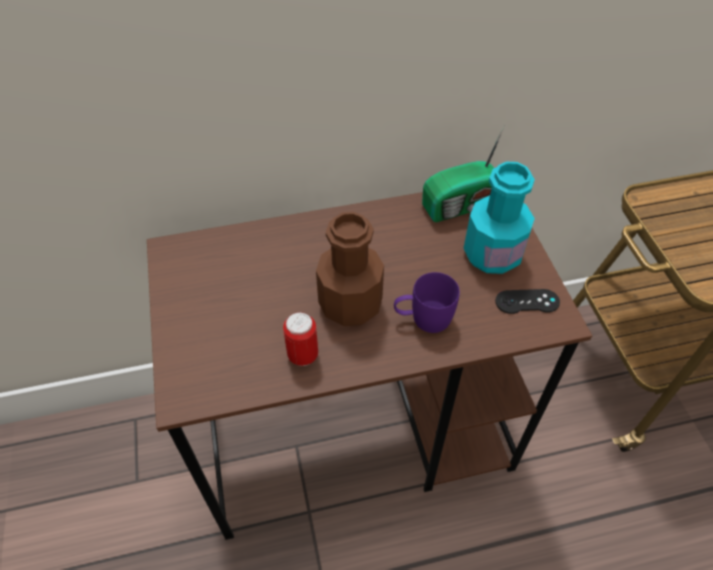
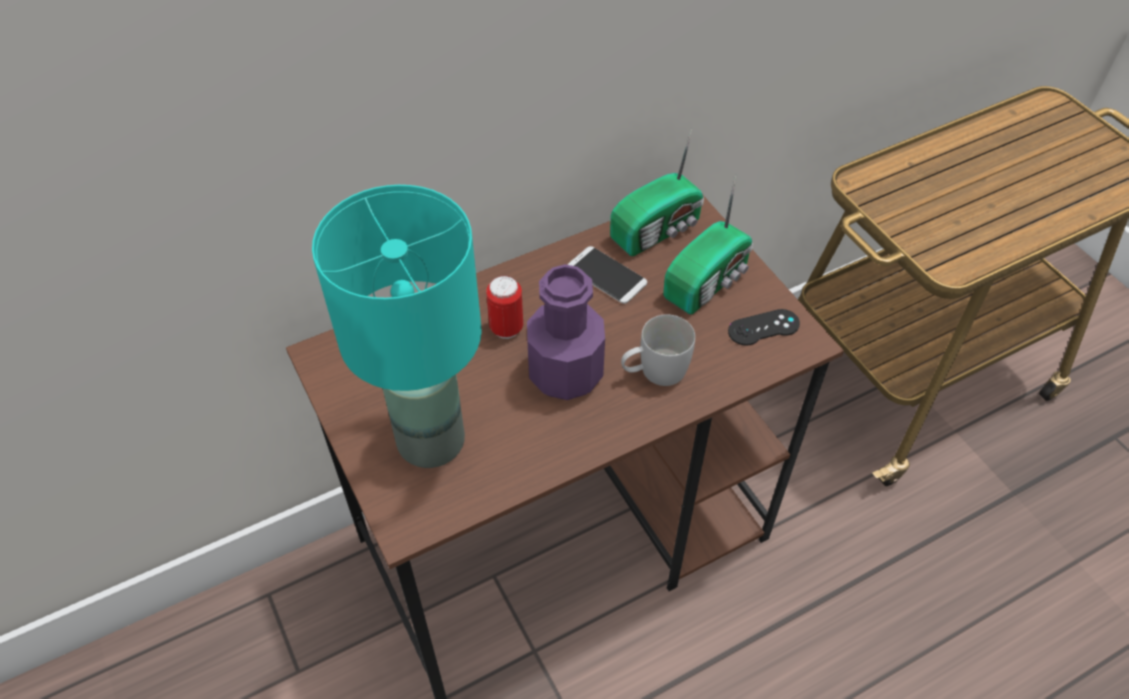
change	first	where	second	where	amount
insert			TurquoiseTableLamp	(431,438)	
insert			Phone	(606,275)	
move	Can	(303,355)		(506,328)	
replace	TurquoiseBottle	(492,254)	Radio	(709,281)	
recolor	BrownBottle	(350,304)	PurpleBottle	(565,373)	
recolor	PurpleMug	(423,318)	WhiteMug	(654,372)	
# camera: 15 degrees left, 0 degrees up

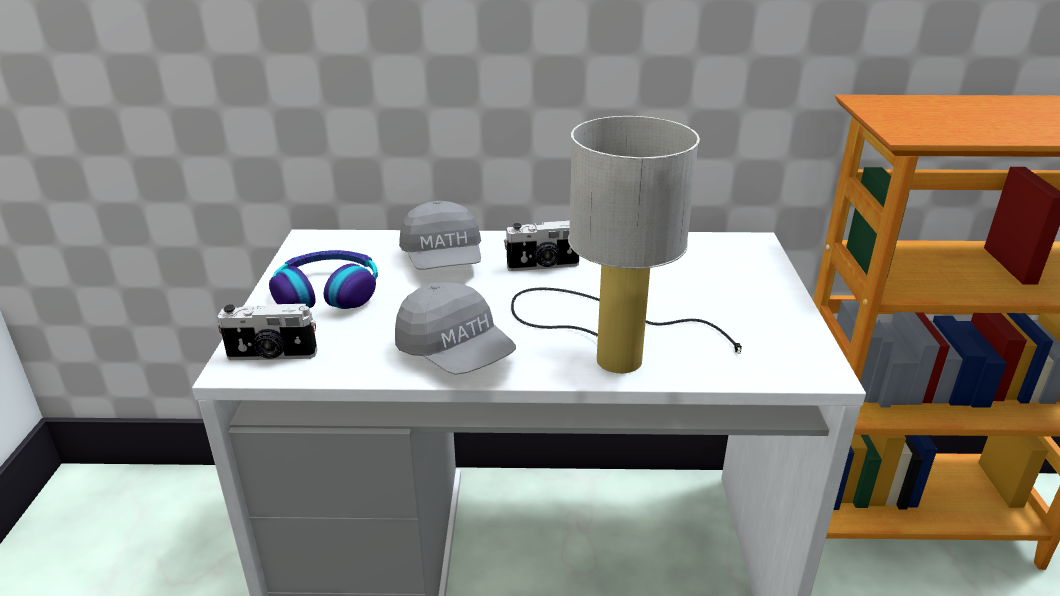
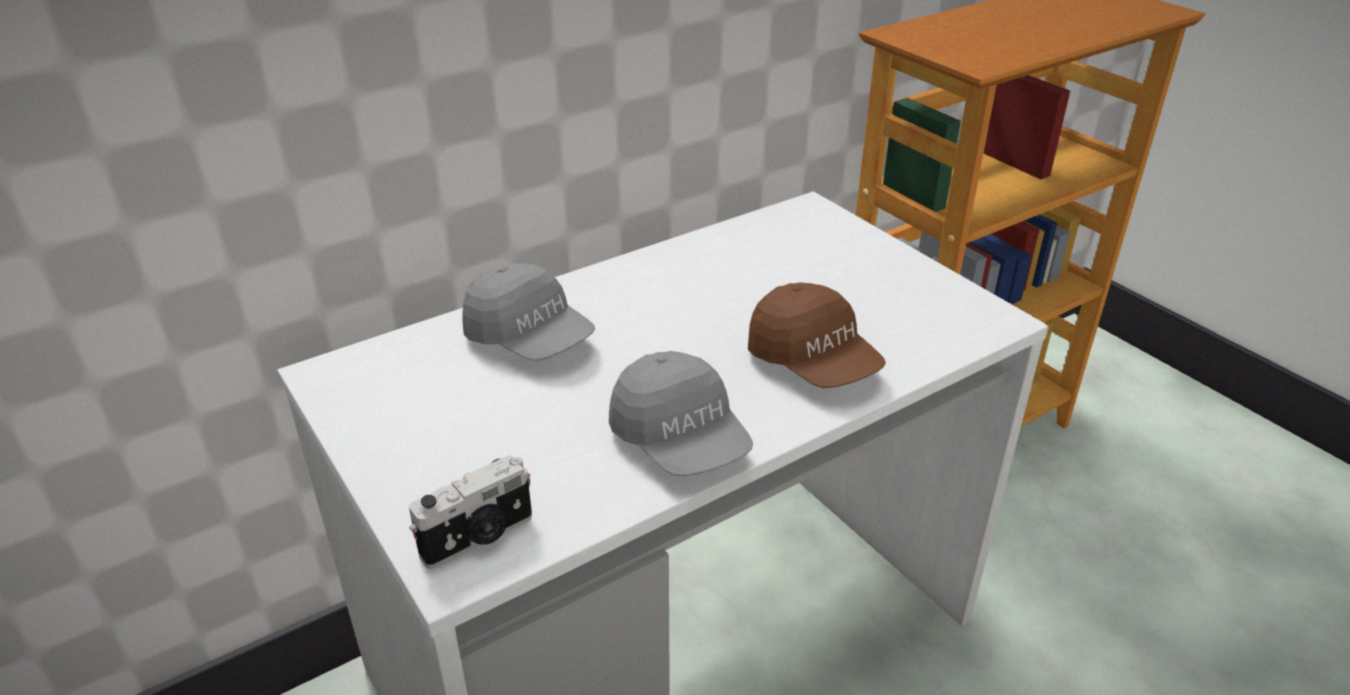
change	first	where	second	where	amount
delete	Headphones	(327,293)			
delete	PhotoCamera	(543,266)			
replace	TableLamp	(615,342)	BrownCap	(813,362)	
rotate	GreyCap	(456,353)		(680,441)	45 degrees clockwise
# camera: 35 degrees left, 5 degrees up

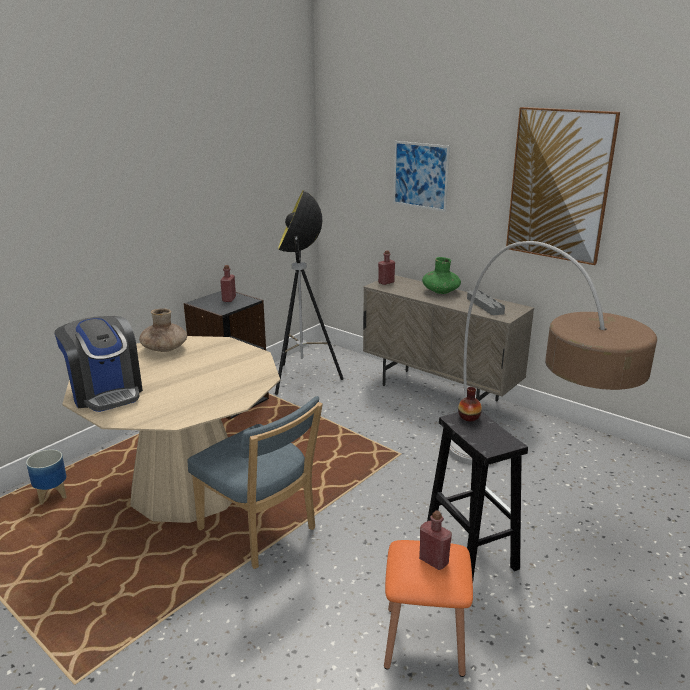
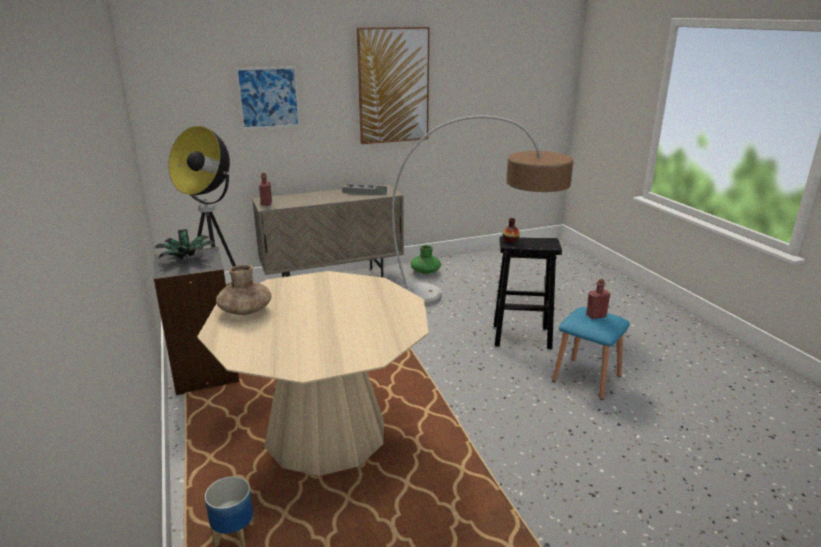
change	first	where	second	where	amount
delete	CoffeeMachine	(106,392)			
delete	BlueChair	(261,531)			
move	GreenVase	(441,291)		(425,271)	
replace	RedBottle	(229,299)	PottedPlant	(187,258)	
recolor	OrangeStool	(424,640)	BlueStool	(586,378)	
# camera: 60 degrees left, 0 degrees up

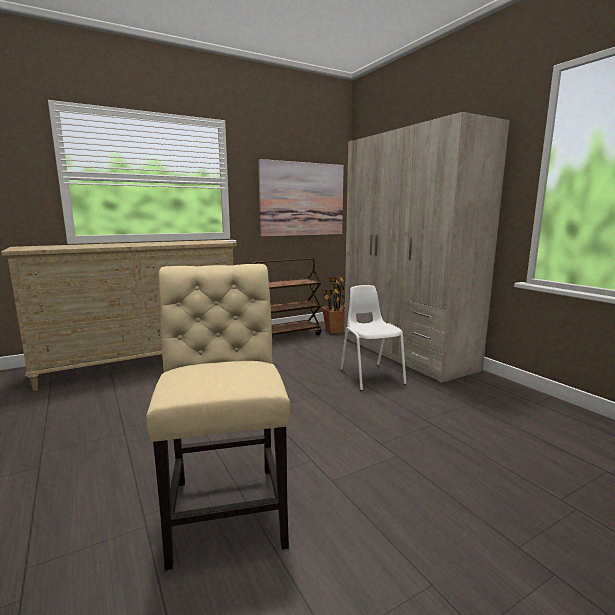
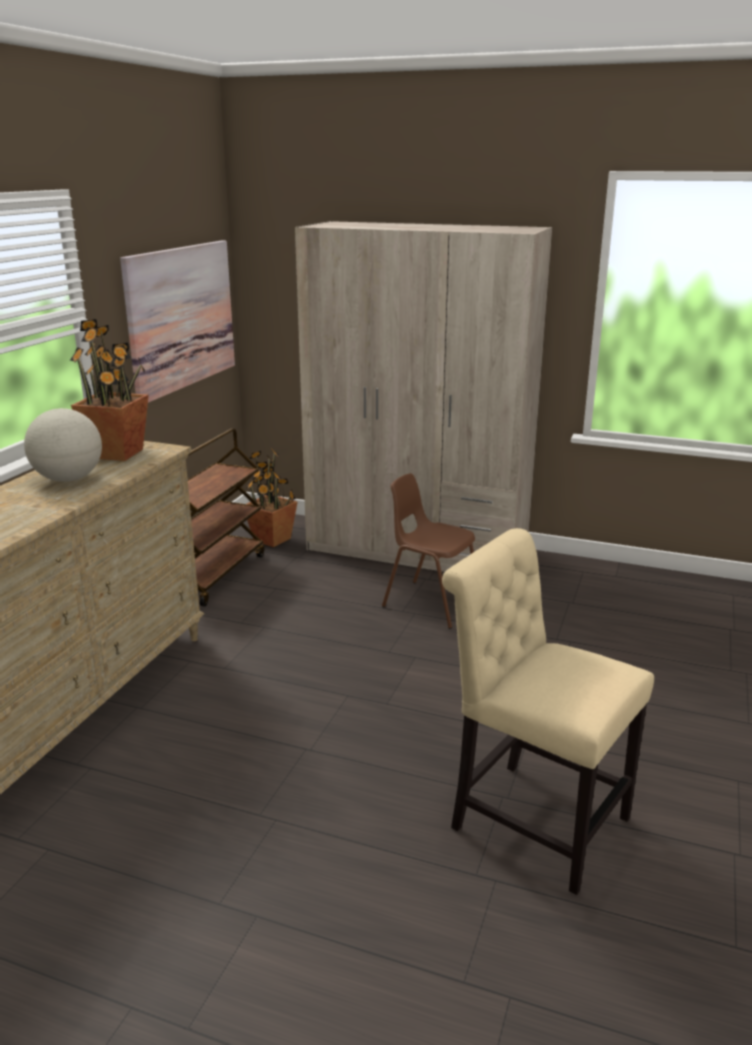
change	first	where	second	where	amount
insert			Globe	(69,479)	
insert			PottedPlant	(118,453)	
recolor	WhiteChair	(371,376)	BrownChair	(431,603)	
# camera: 40 degrees left, 10 degrees up

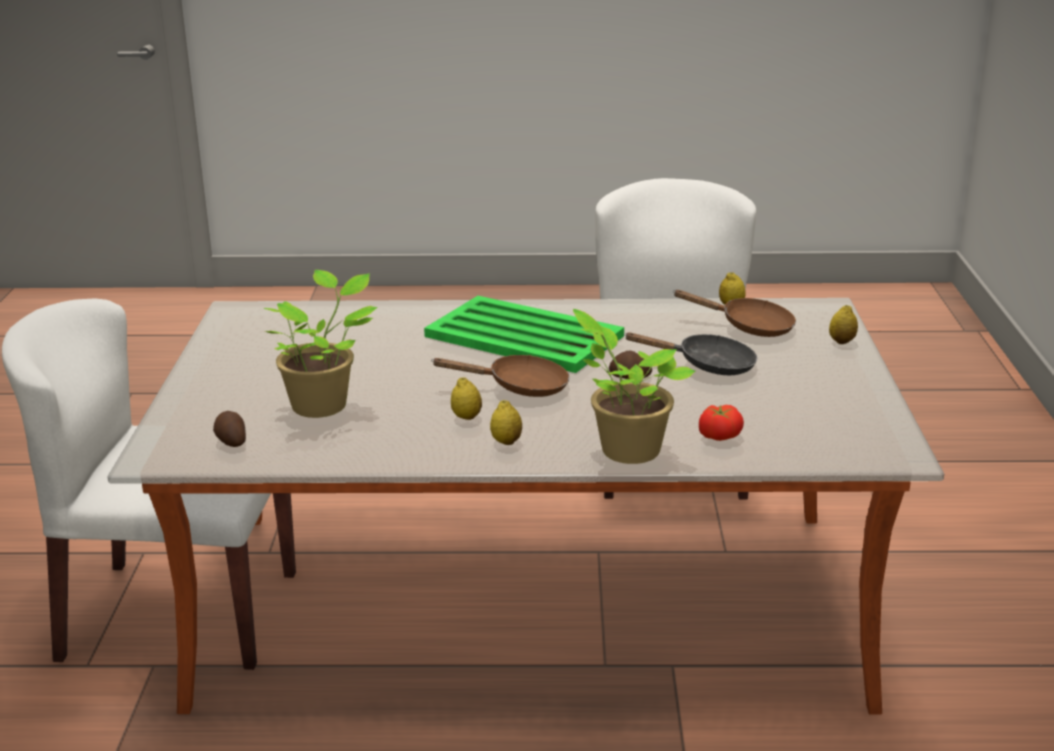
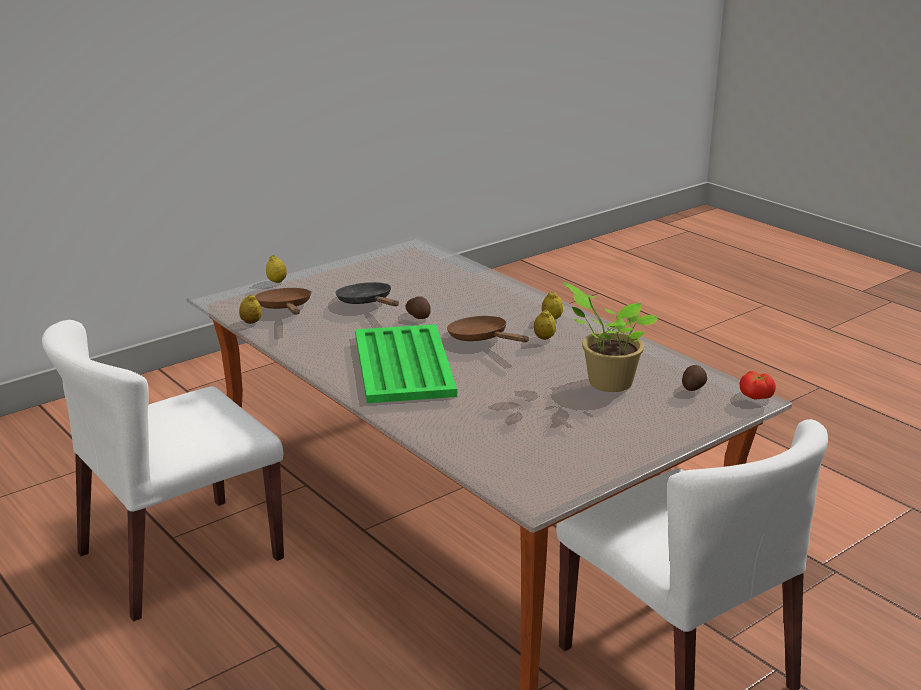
change	first	where	second	where	amount
delete	PottedPlant	(626,449)			
move	Tomato	(719,435)		(755,396)	
# camera: 130 degrees left, 0 degrees up

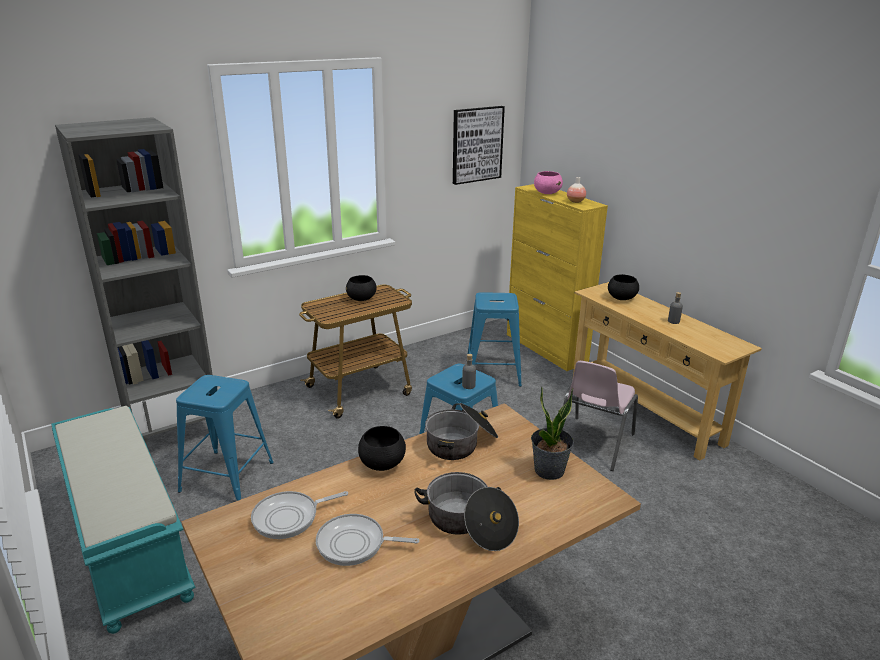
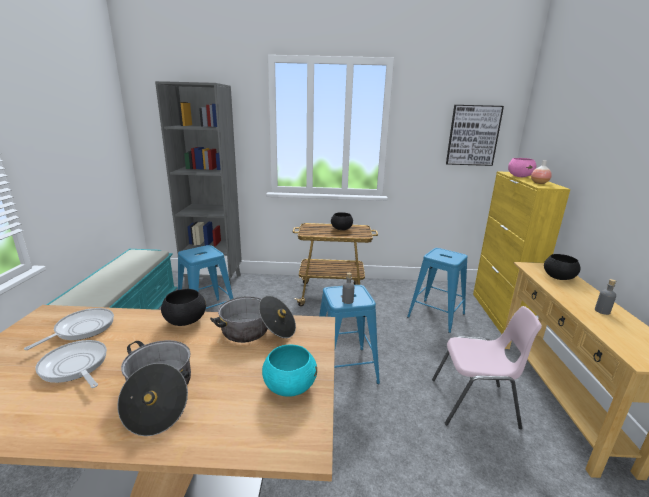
change	first	where	second	where	amount
replace	PottedPlant	(549,470)	TurquoiseBowl	(289,387)	
rotate	FryingPan	(289,517)		(82,329)	105 degrees clockwise
rotate	PinkChair	(593,444)		(475,404)	150 degrees counterclockwise
# camera: 35 degrees right, 5 degrees down

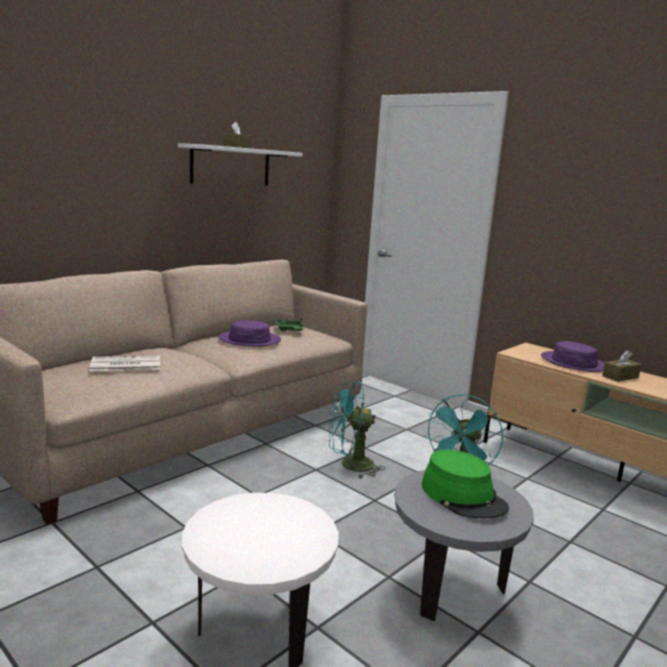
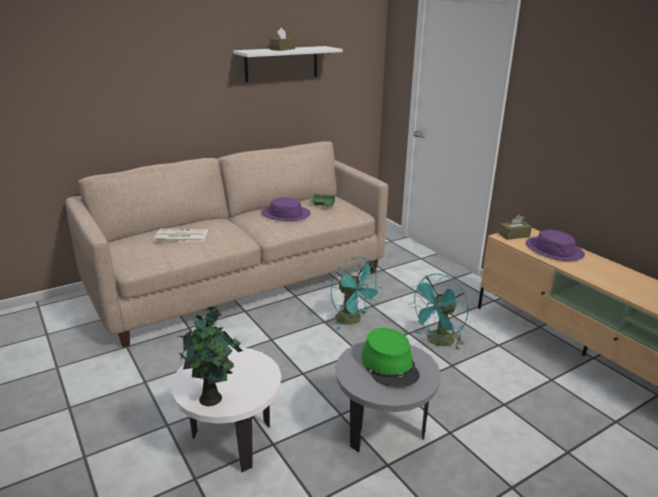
change	first	where	second	where	amount
insert			PottedPlant	(213,398)	
move	BrownTissueBox	(620,376)		(514,235)	
rotate	TurquoiseFan	(350,465)		(353,320)	135 degrees counterclockwise
# camera: 15 degrees right, 10 degrees up

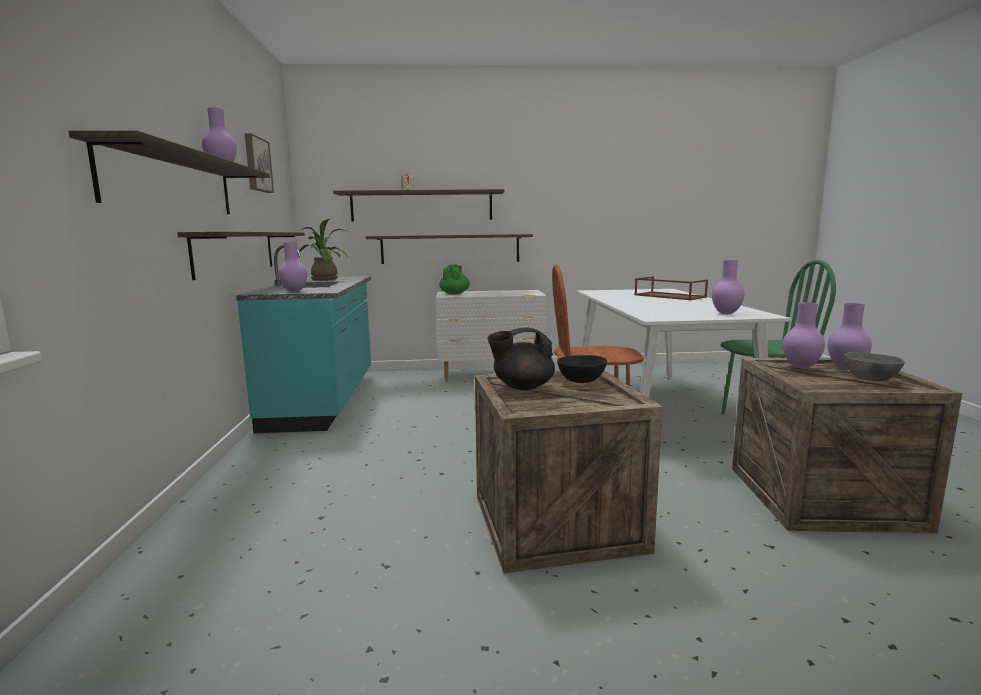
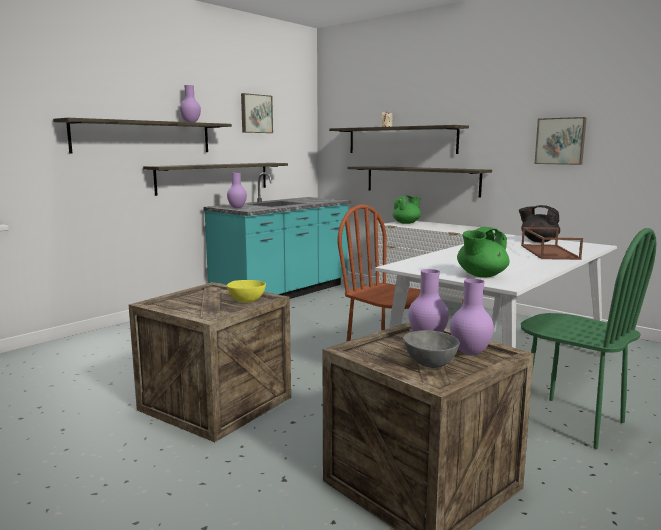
change	first	where	second	where	amount
delete	PottedPlant	(324,279)			
insert			Picture	(560,141)	
move	BlackTeapot	(522,387)		(538,241)	
replace	PurpleVase	(726,313)	GreenTeapot	(481,275)	
recolor	BlackBowl	(582,381)	YellowBowl	(247,301)	
# camera: 45 degrees right, 0 degrees up

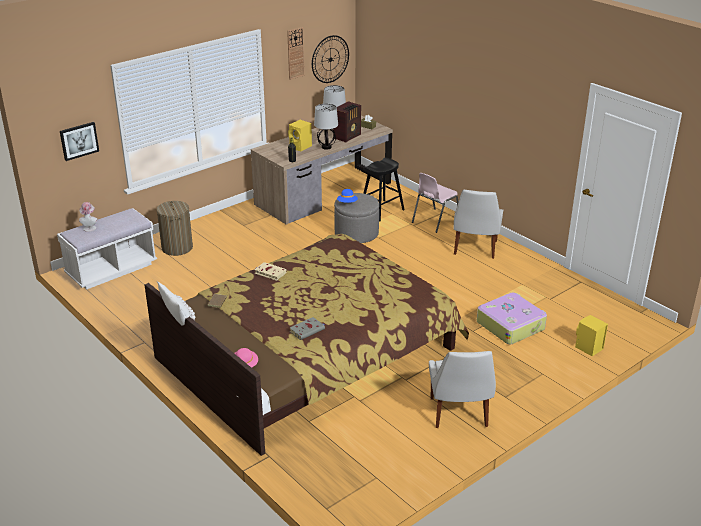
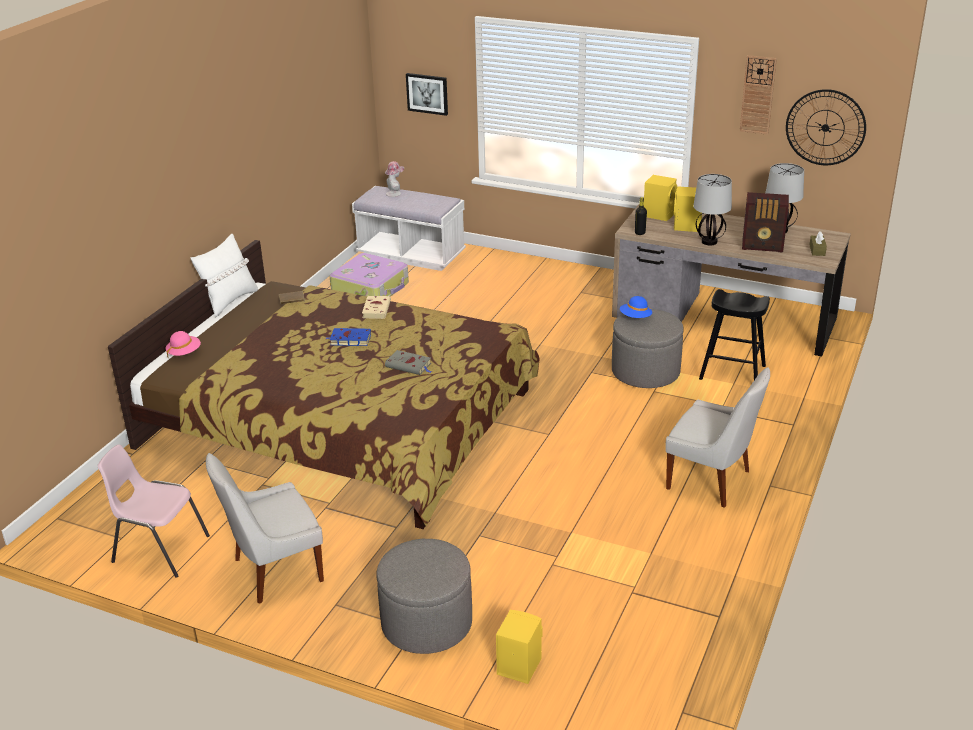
change	first	where	second	where	amount
delete	LaundryBasket	(177,248)			
insert			BlueBook	(349,339)	
insert			GreyOttoman	(427,623)	
insert			YellowSpeaker	(659,214)	
move	GreyBook	(307,330)		(409,365)	
move	PinkChair	(435,221)		(159,549)	
move	Suitcase	(510,325)		(371,288)	
rotate	WhiteChair	(475,249)		(711,481)	135 degrees counterclockwise
# camera: 65 degrees right, 0 degrees up

